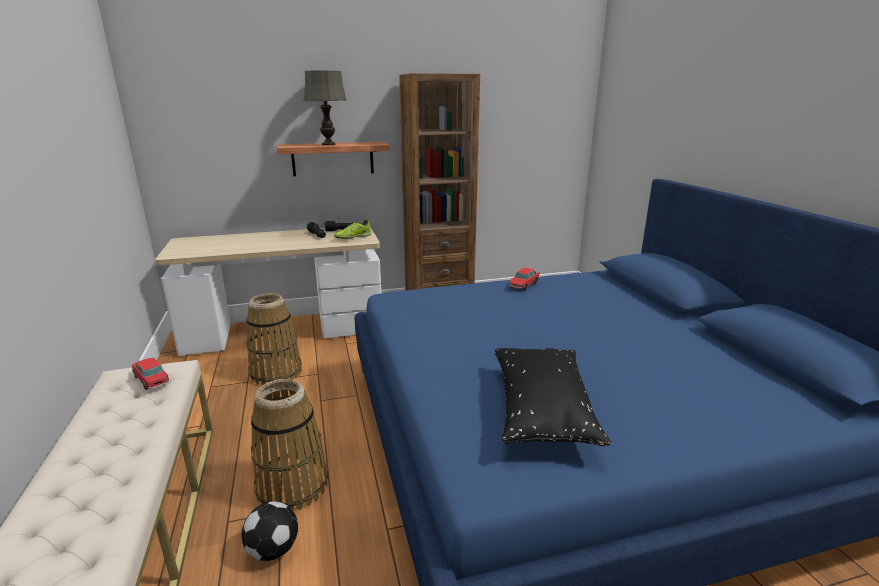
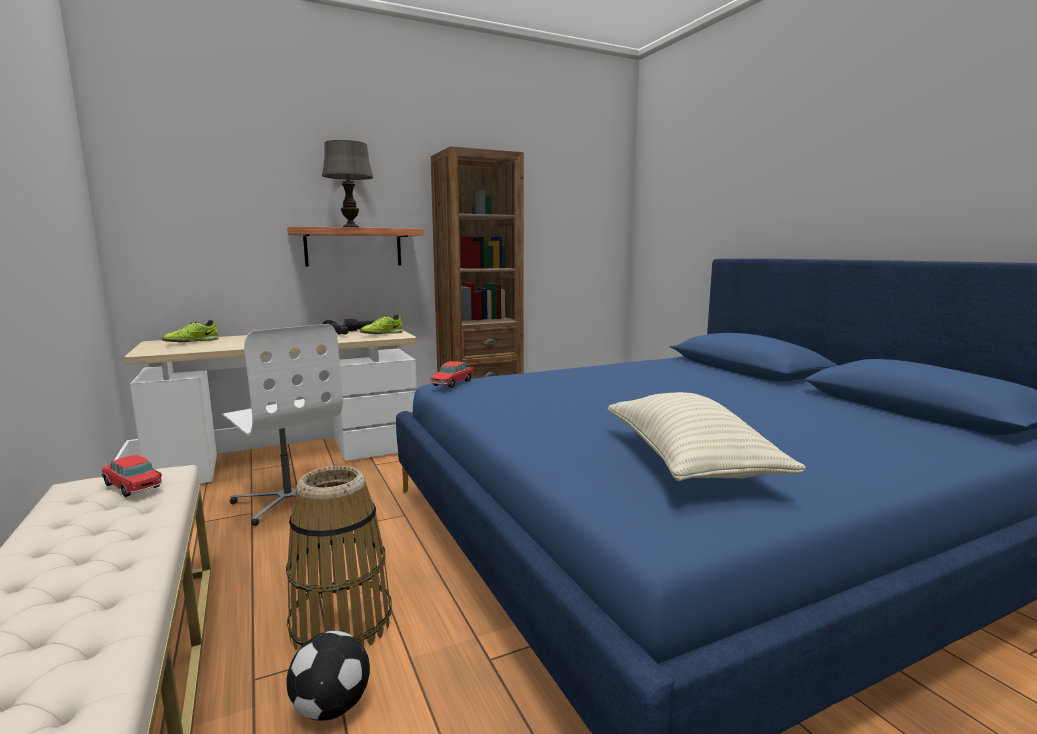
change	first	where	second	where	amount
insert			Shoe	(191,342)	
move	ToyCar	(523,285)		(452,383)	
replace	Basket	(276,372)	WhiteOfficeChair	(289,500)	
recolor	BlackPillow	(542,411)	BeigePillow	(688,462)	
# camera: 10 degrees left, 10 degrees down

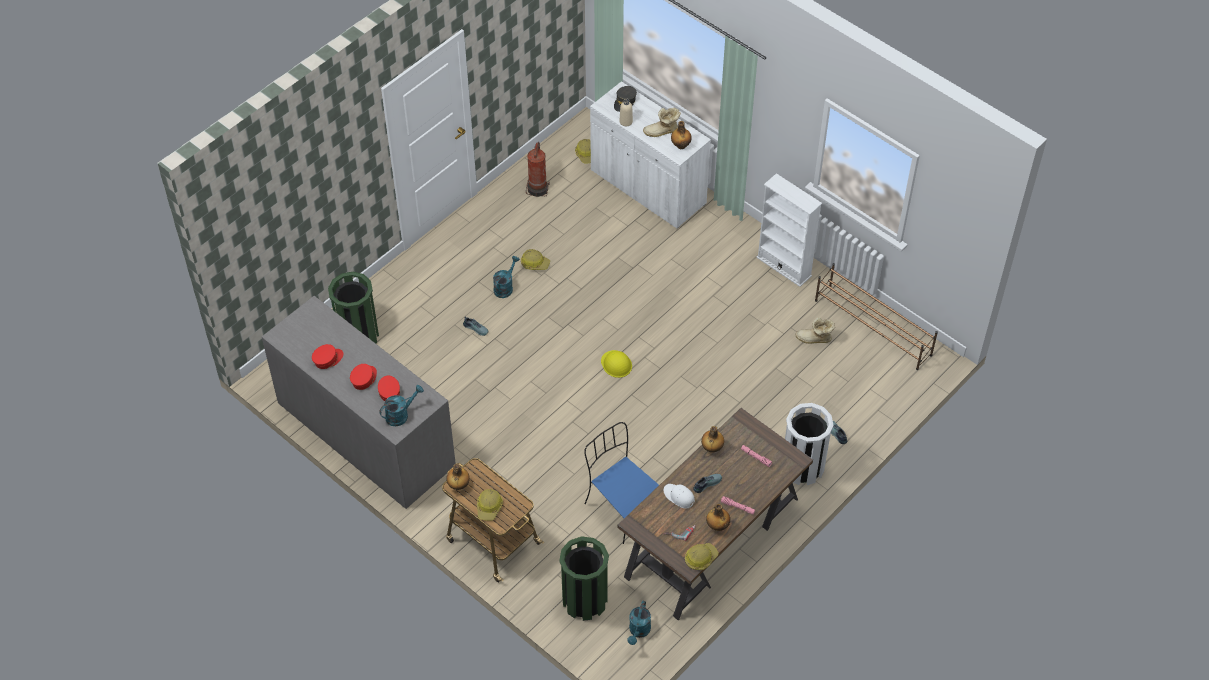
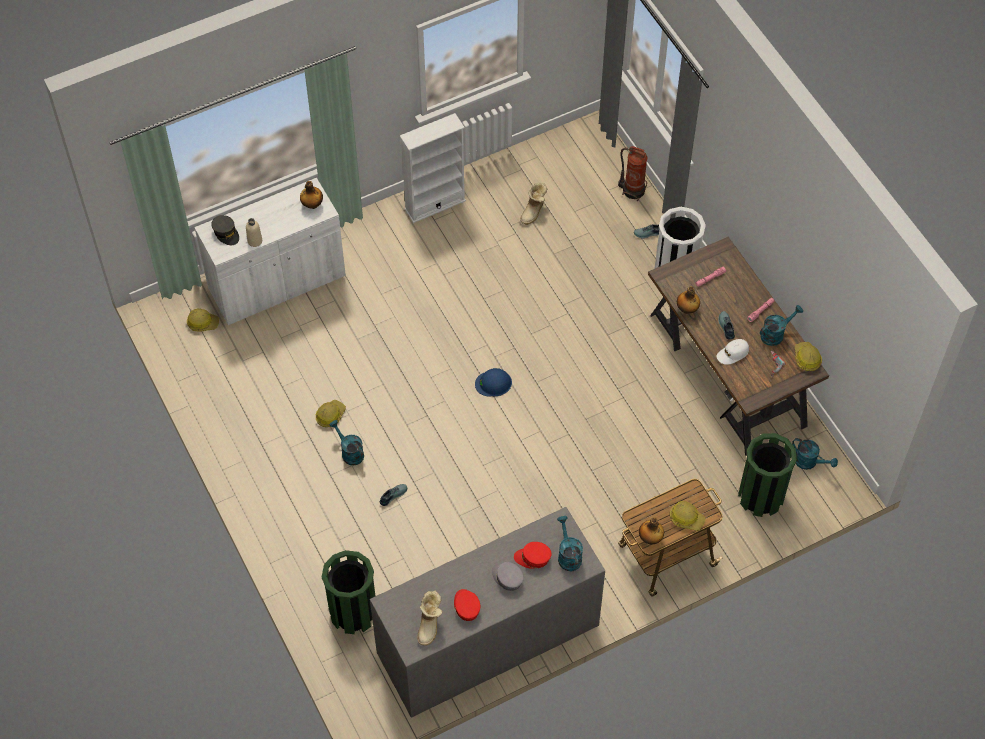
change	first	where	second	where	amount
delete	BlueChair	(622,507)			
delete	BrownShoeRack	(873,328)			
move	FireExtinguisher	(538,188)		(632,189)	
move	Boot	(662,132)		(430,625)	
replace	Bottle	(717,526)	TurquoiseWateringCan	(775,334)	
recolor	RedCap	(364,379)	GreyCap	(507,578)	
recolor	YellowHardHat	(616,364)	BlueHardHat	(493,383)	
# camera: 70 degrees left, 5 degrees up

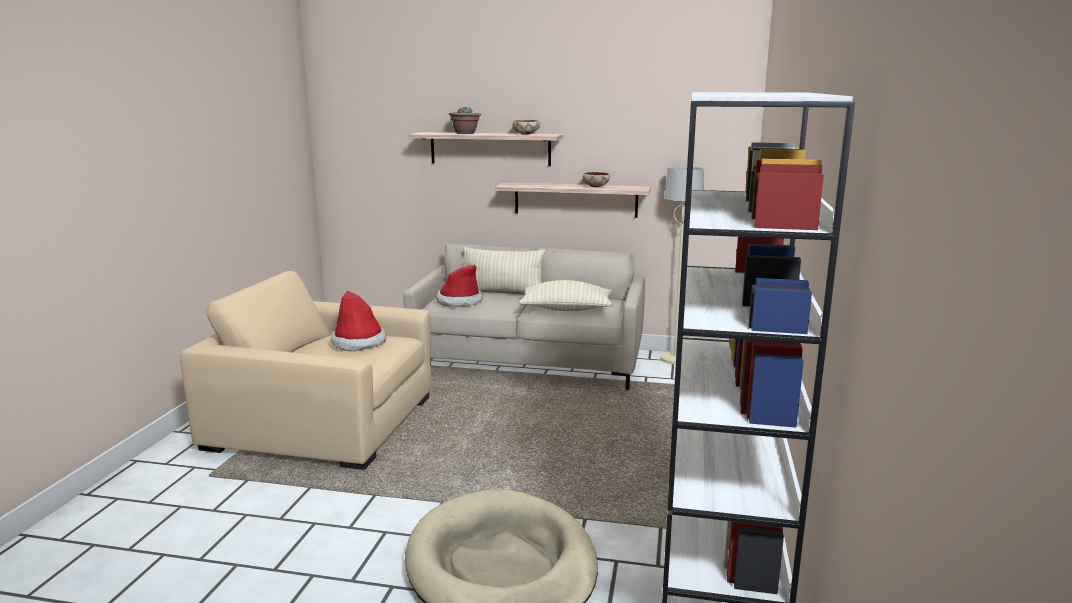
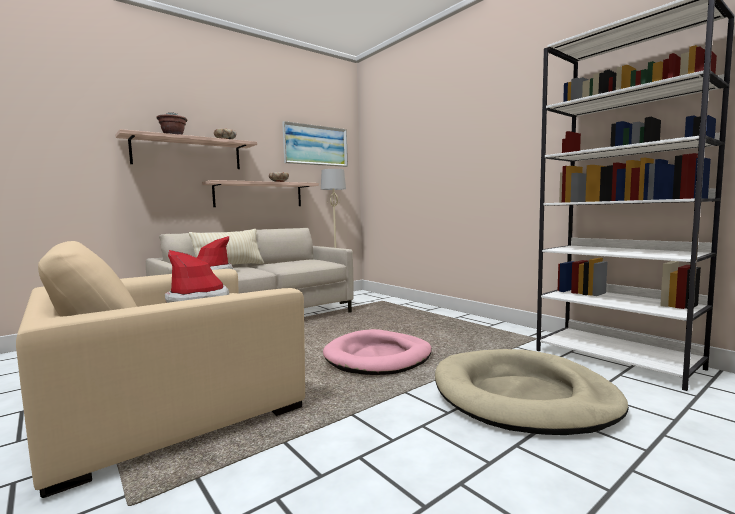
change	first	where	second	where	amount
delete	BeigePillow	(566,309)			
insert			Picture	(316,145)	
insert			PinkDogBed	(378,357)	
# camera: 50 degrees left, 10 degrees down

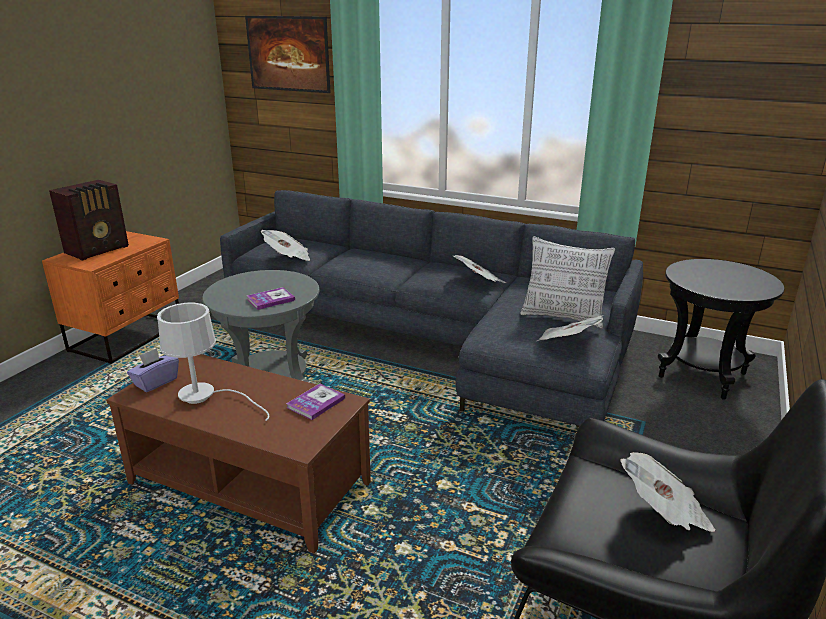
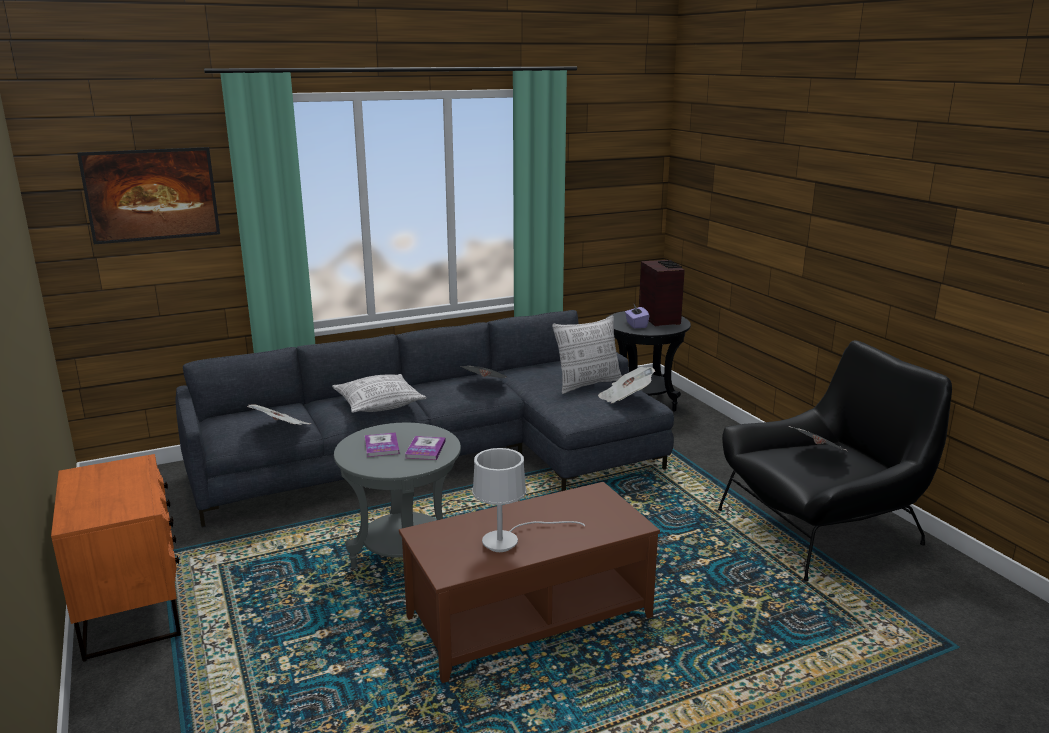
change	first	where	second	where	amount
insert			Pillow	(379,404)	
move	Radio	(98,250)		(659,319)	
move	PurpleTissueBox	(155,382)		(636,325)	
move	Book	(316,403)		(381,446)	
# camera: 50 degrees left, 5 degrees down

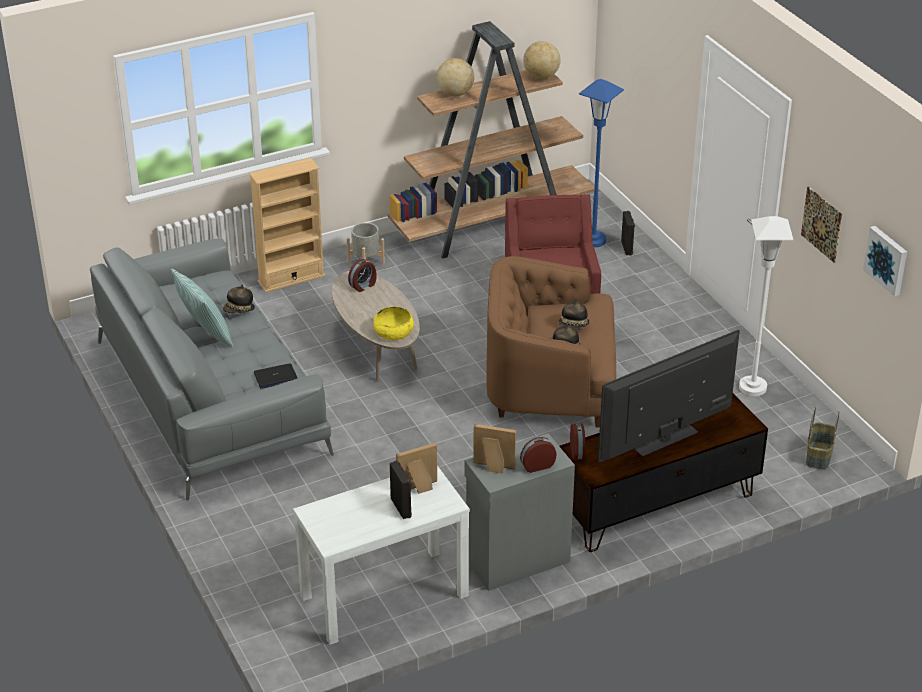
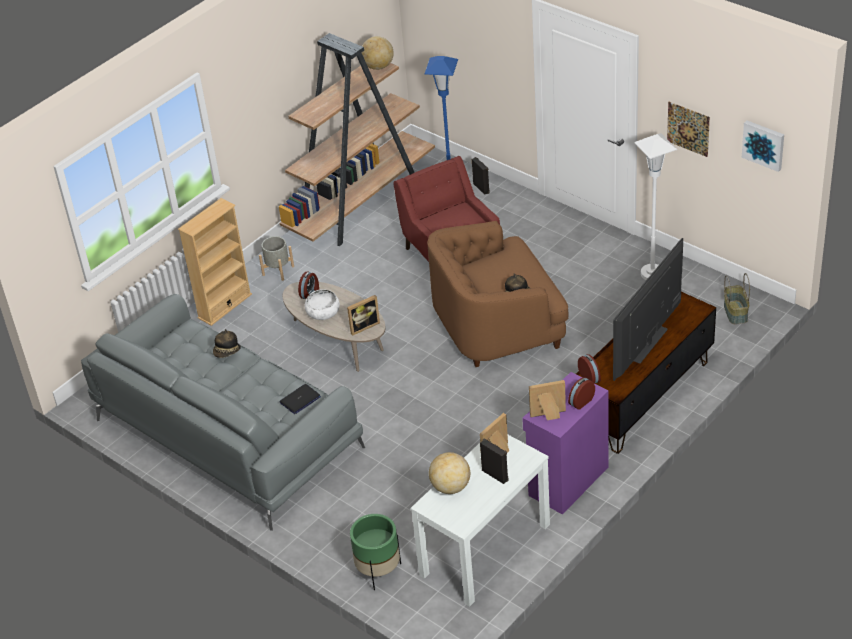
change	first	where	second	where	amount
delete	Pillow	(205,335)			
delete	Hat	(573,326)			
insert			WhiteBowl	(323,312)	
insert			GreenPlanter	(378,571)	
move	Globe	(455,93)		(450,487)	
replace	YellowBowl	(393,332)	PictureFrame	(363,326)	
recolor	GreyCabinet	(516,560)	PurpleCabinet	(567,481)	
# camera: 20 degrees left, 5 degrees up

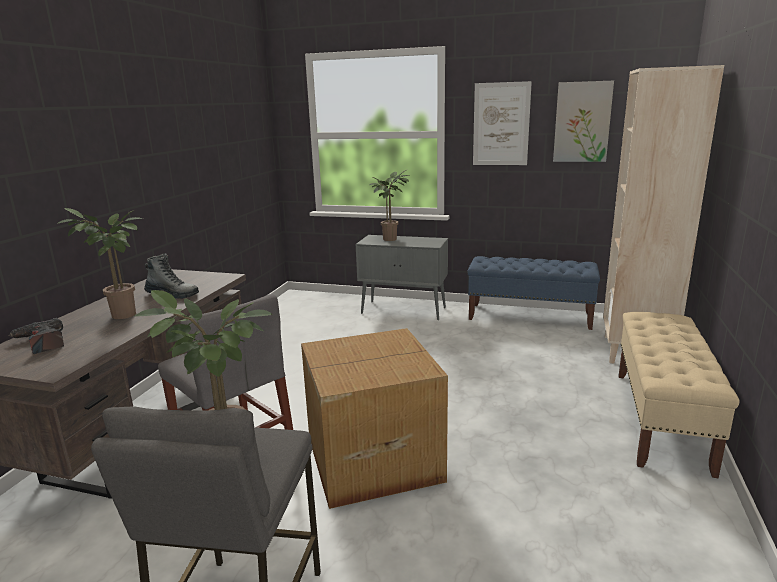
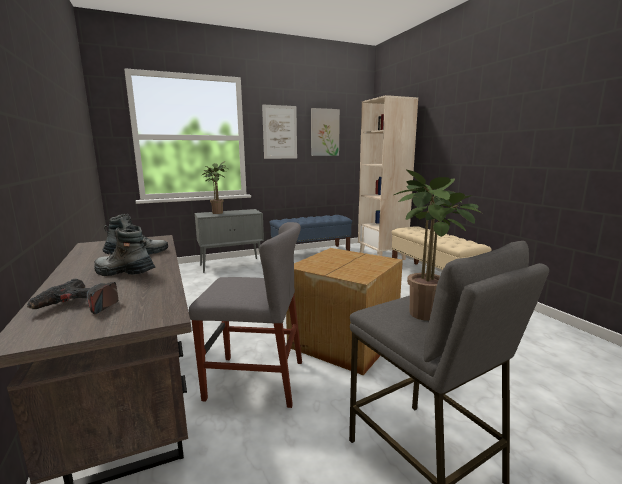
change	first	where	second	where	amount
replace	PottedPlant	(121,316)	Boot	(124,273)	
# camera: 40 degrees left, 5 degrees down

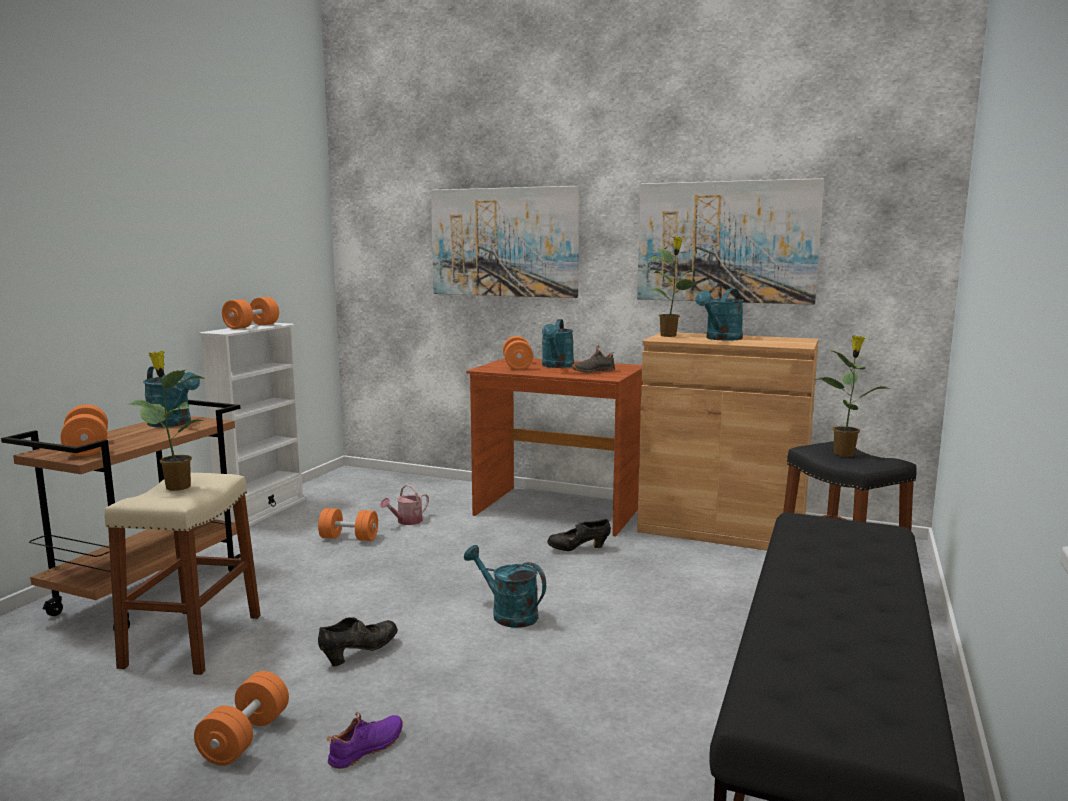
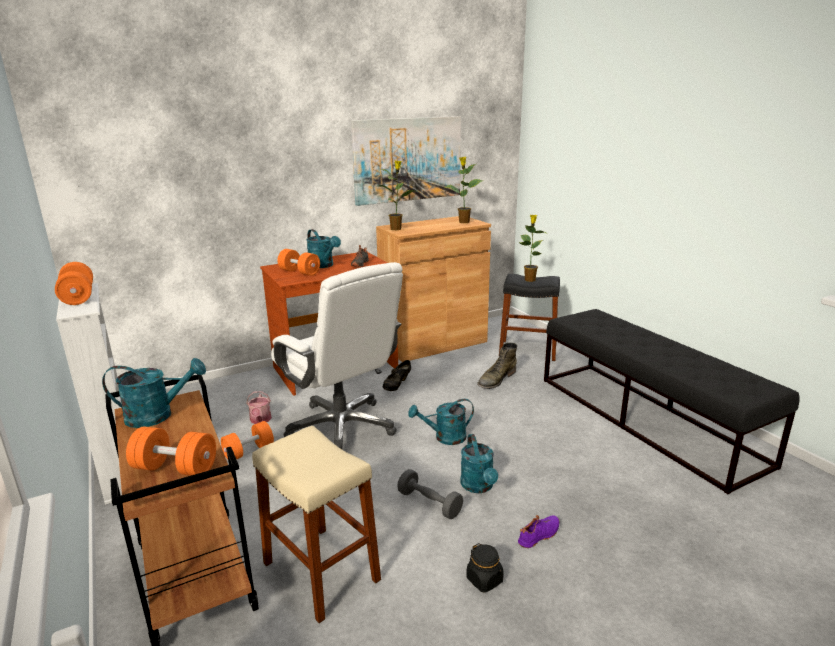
change	first	where	second	where	amount
delete	Picture	(504,242)			
insert			WhiteOfficeChair	(342,428)	
insert			GreenBoot	(496,379)	
move	PottedPlant	(176,487)		(463,222)	
move	TurquoiseWateringCan	(721,339)		(479,487)	
replace	OrangeDumbbell	(245,738)	BlackJar	(484,580)	
replace	BlackShoe	(360,653)	GreyDumbbell	(429,503)	
rotate	PurpleShoe	(367,749)		(539,536)	60 degrees clockwise
# camera: 50 degrees left, 10 degrees up

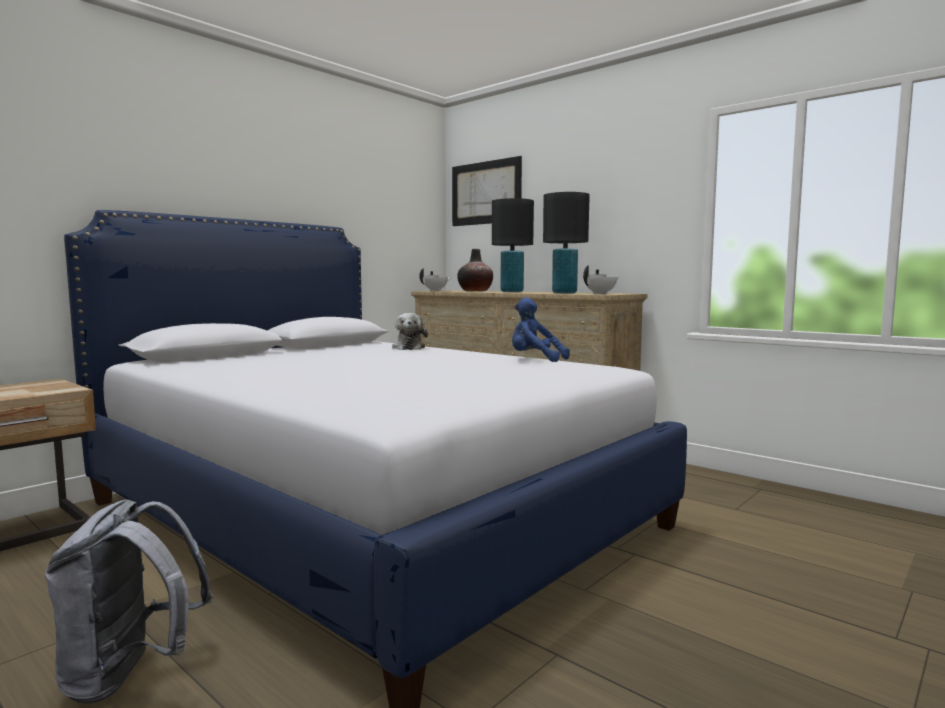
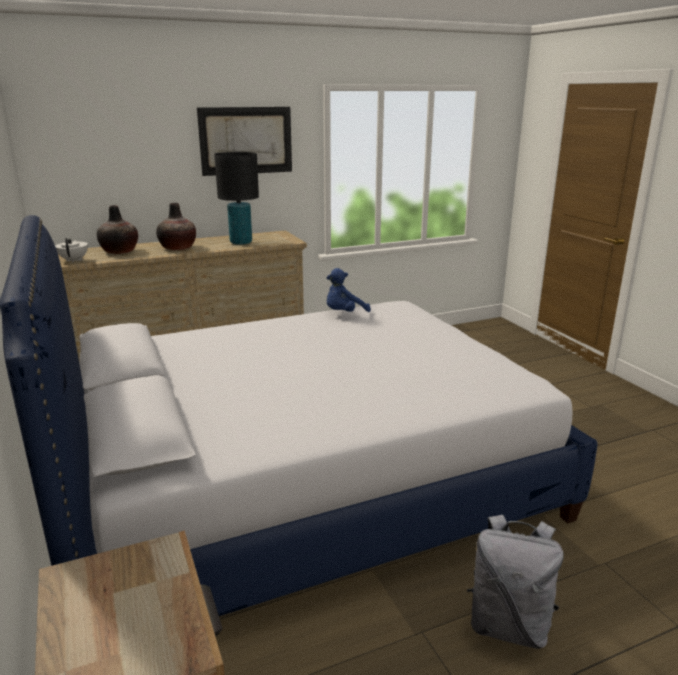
change	first	where	second	where	amount
delete	PlushToy	(408,347)			
delete	WhiteTeapot	(601,294)			
move	Picture	(485,193)		(246,140)	
replace	BlackTableLamp	(511,292)	Vase	(178,248)	
# camera: 65 degrees left, 15 degrees up

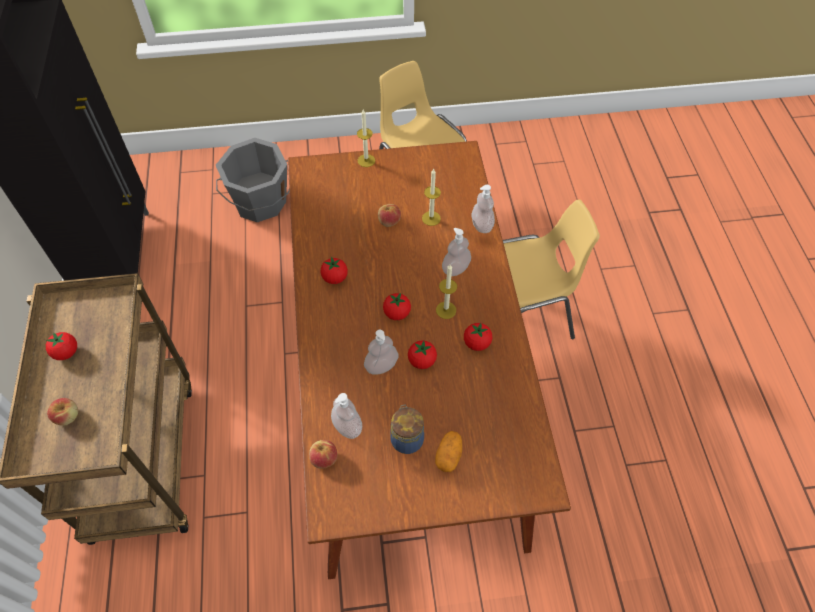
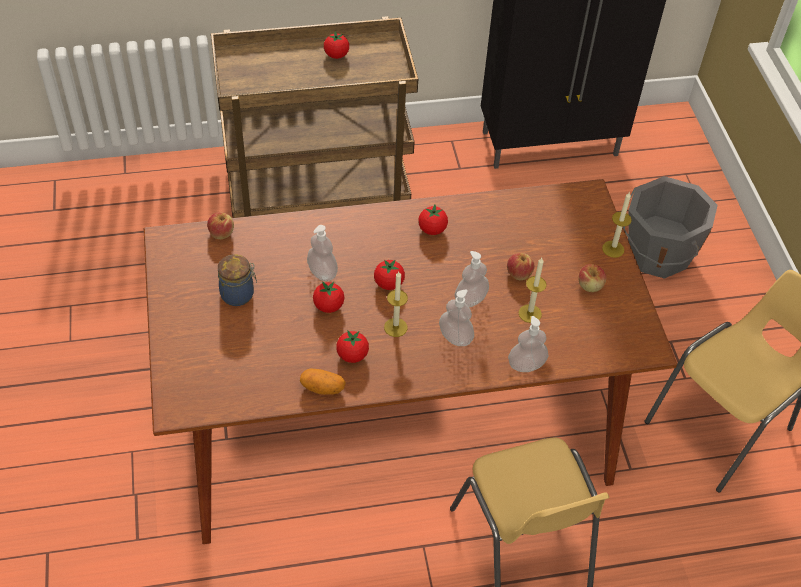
change	first	where	second	where	amount
move	Apple	(68,416)		(590,286)	
move	SoapDispenser	(347,426)		(470,299)	
move	Potato	(449,455)		(322,388)	
# camera: 85 degrees right, 5 degrees down

